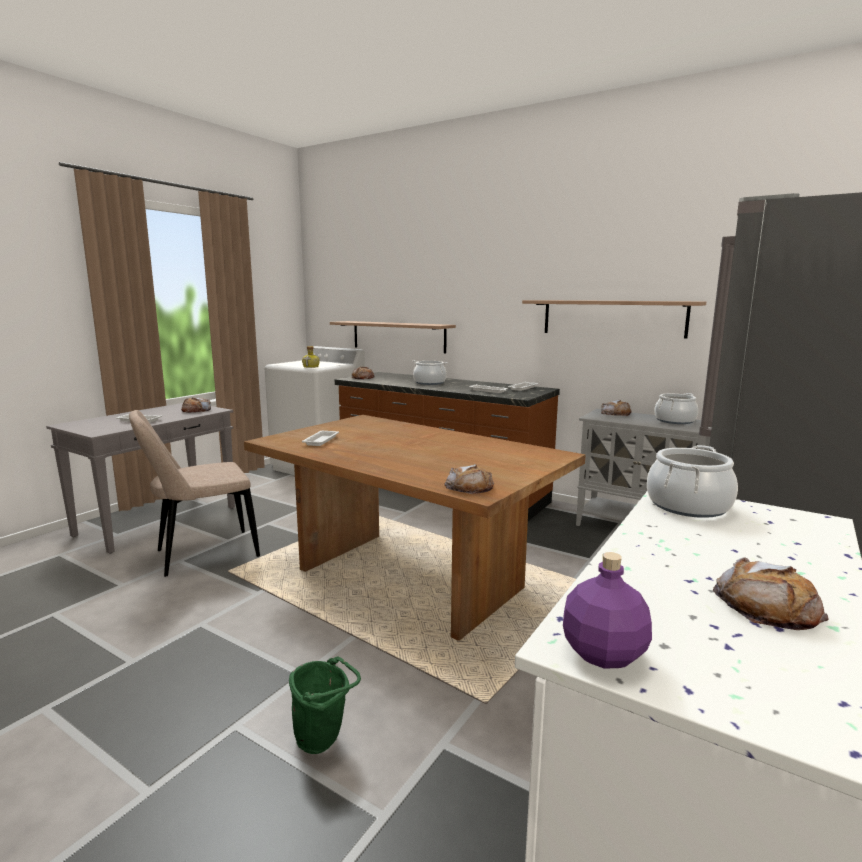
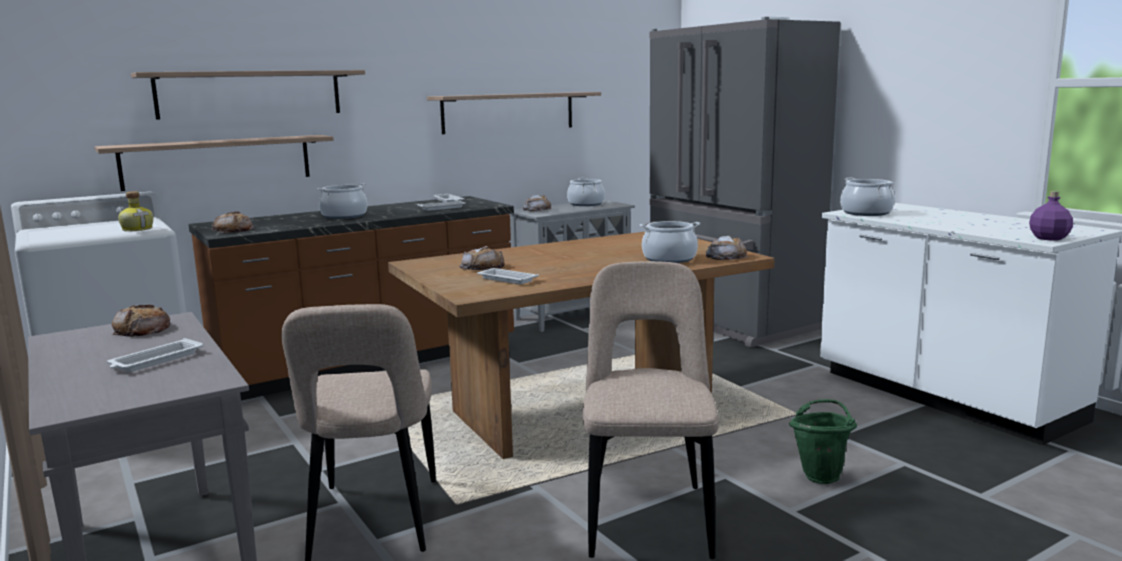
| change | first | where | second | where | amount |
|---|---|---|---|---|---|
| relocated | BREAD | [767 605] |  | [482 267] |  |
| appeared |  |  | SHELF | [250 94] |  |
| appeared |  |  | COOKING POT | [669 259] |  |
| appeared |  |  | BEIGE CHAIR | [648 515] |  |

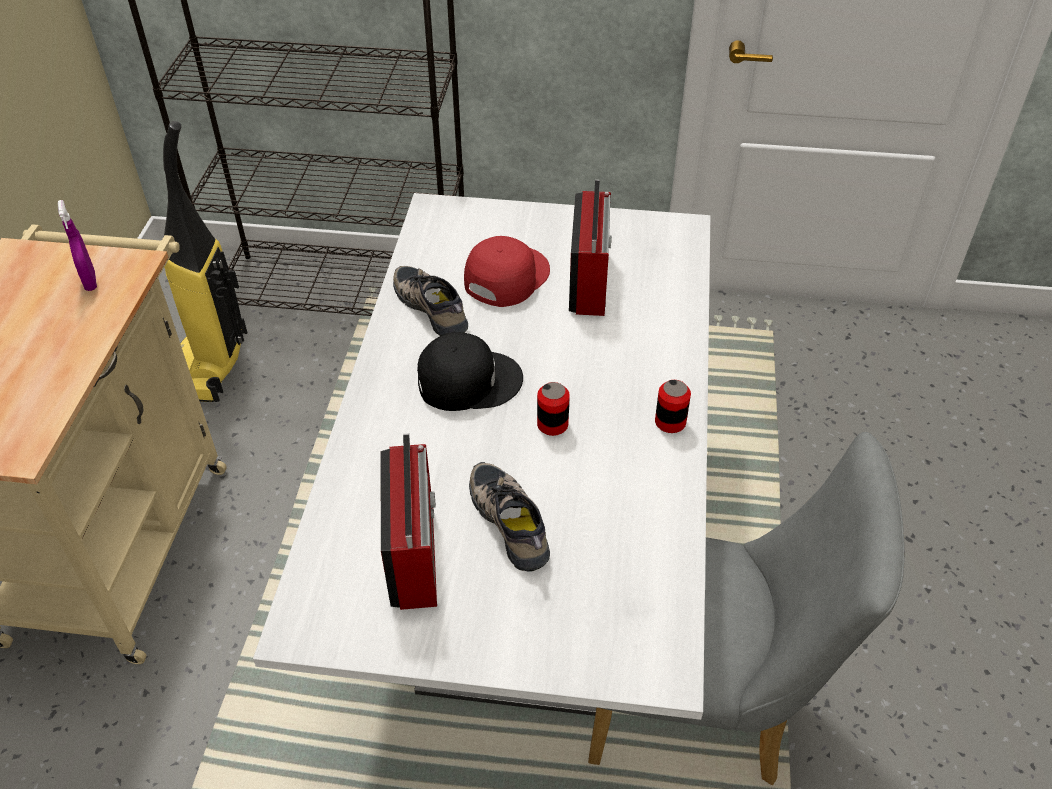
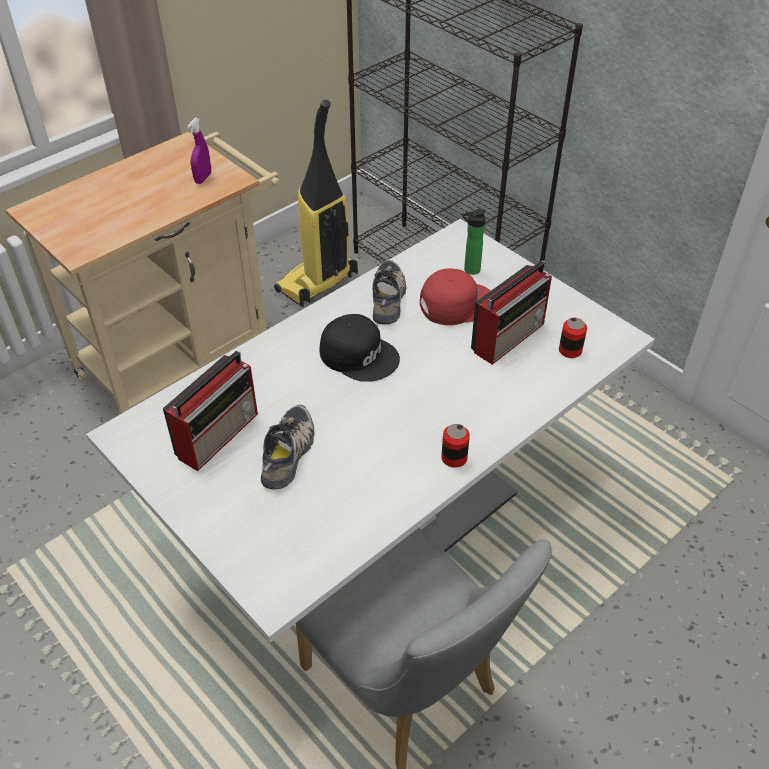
| change | first | where | second | where | amount |
|---|---|---|---|---|---|
| relocated | CAN | [552 424] |  | [570 350] |  |
| appeared |  |  | BOTTLE | [469 270] |  |

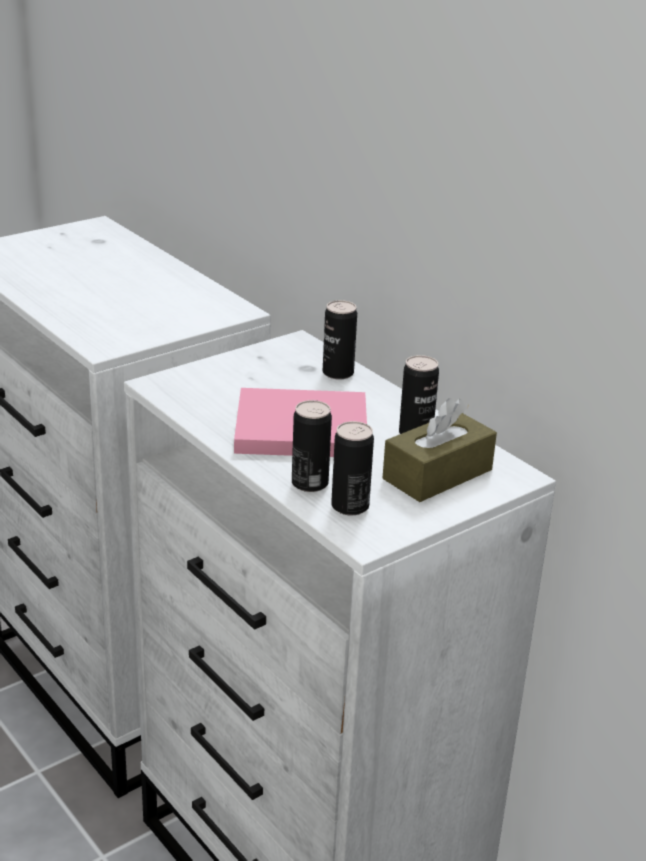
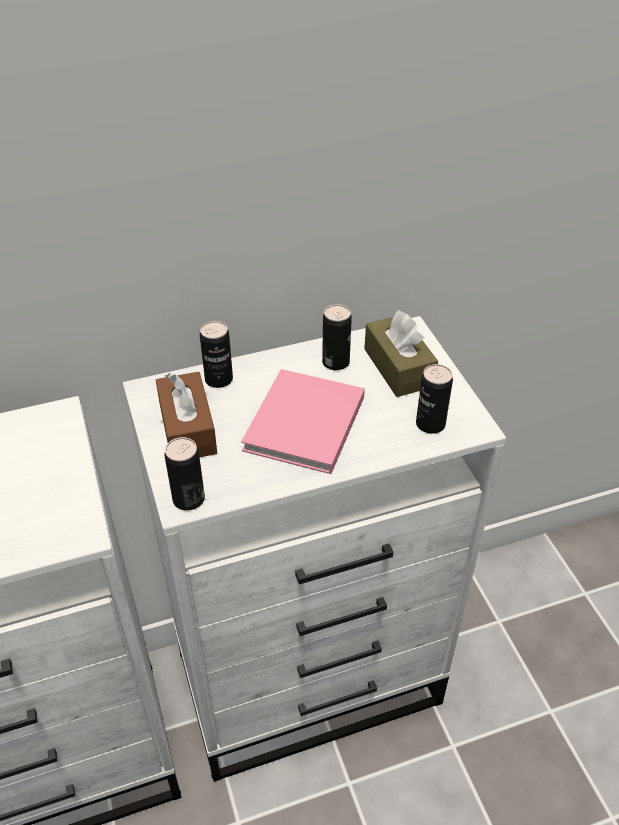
| change | first | where | second | where | amount |
|---|---|---|---|---|---|
| relocated | CAN | [310 483] |  | [188 499] |  |
| appeared |  |  | BROWN TISSUE BOX | [187 429] |  |

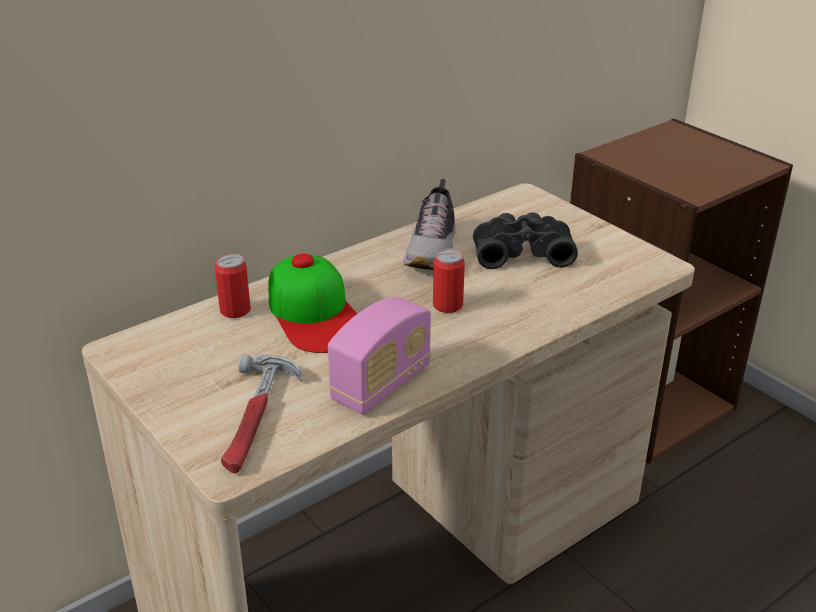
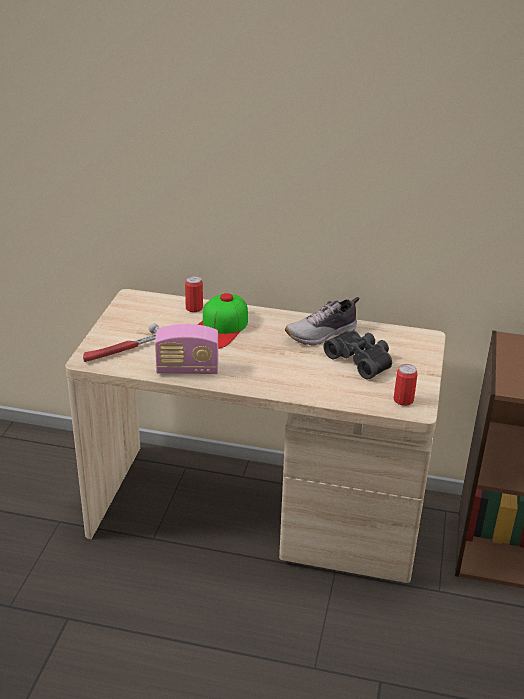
| change | first | where | second | where | amount |
|---|---|---|---|---|---|
| relocated | CAN | [447 305] |  | [403 400] |  |

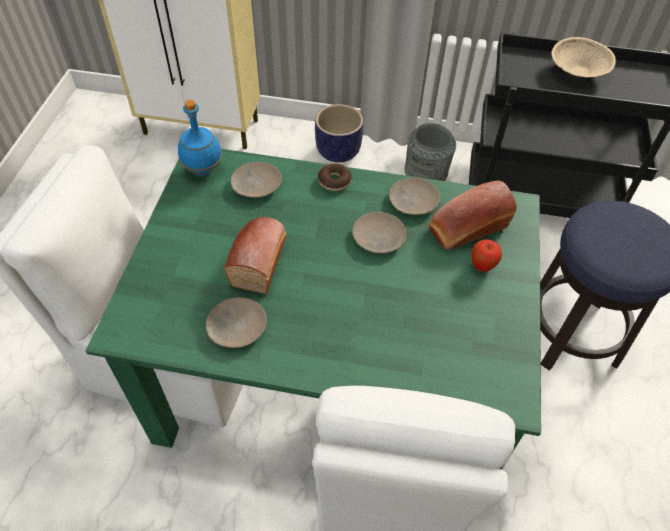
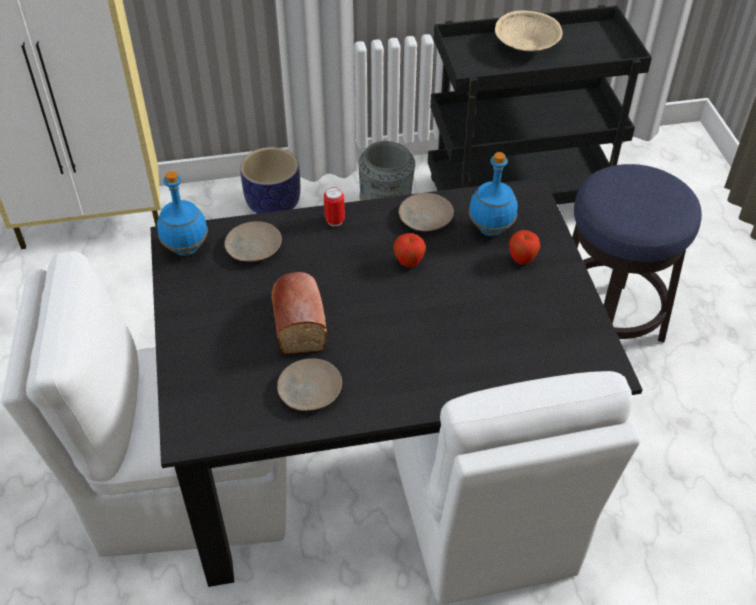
| change | first | where | second | where | amount |
|---|---|---|---|---|---|
| colour | GREEN DINING TABLE | [334 373] | BLACK DINING TABLE | [379 443] |  |
| exchanged | DONUT | [334 181] | CAN | [335 221] |  |
| exchanged | BREAD | [466 228] | BLUE BOTTLE | [490 229] |  |
| exchanged | BEIGE PLATE | [379 238] | APPLE | [409 263] |  |

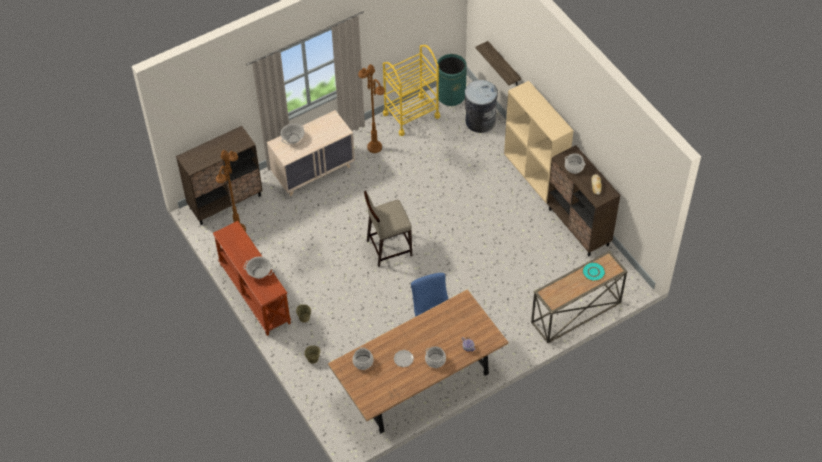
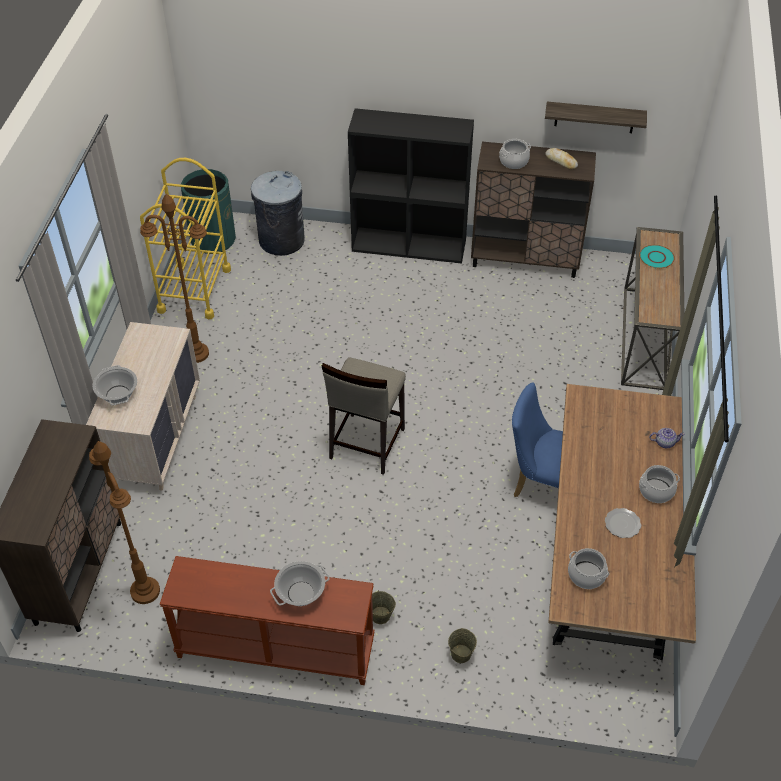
| change | first | where | second | where | amount |
|---|---|---|---|---|---|
| relocated | SHELF | [504 65] |  | [594 117] |  |
| colour | BEIGE BOOKCASE | [535 173] | BLACK BOOKCASE | [410 245] |  |

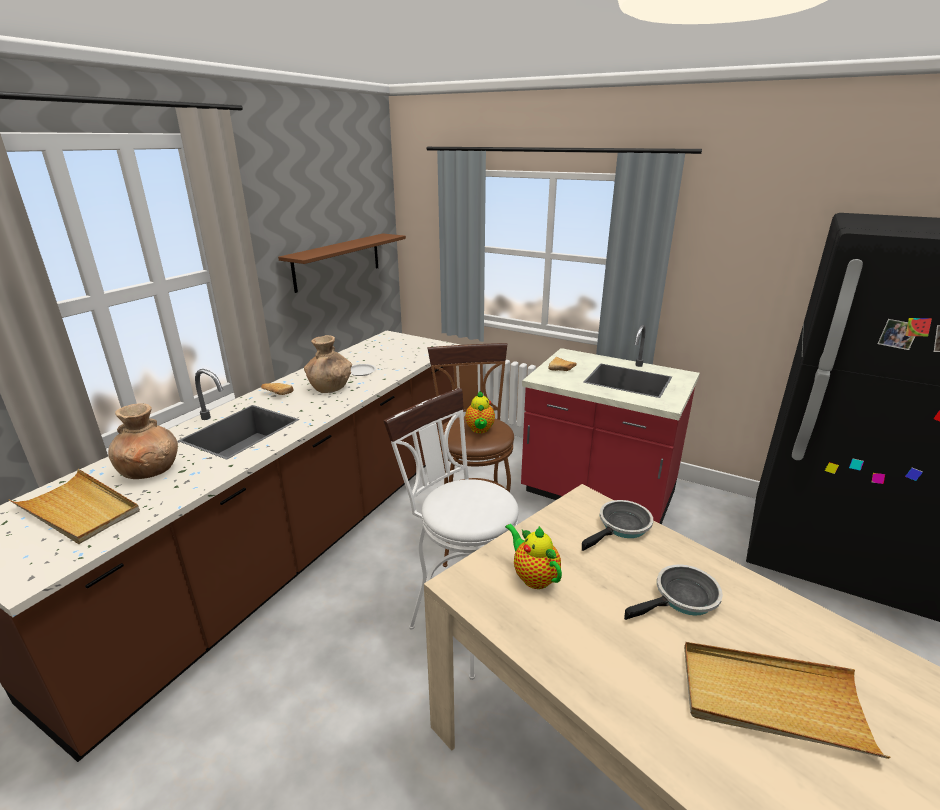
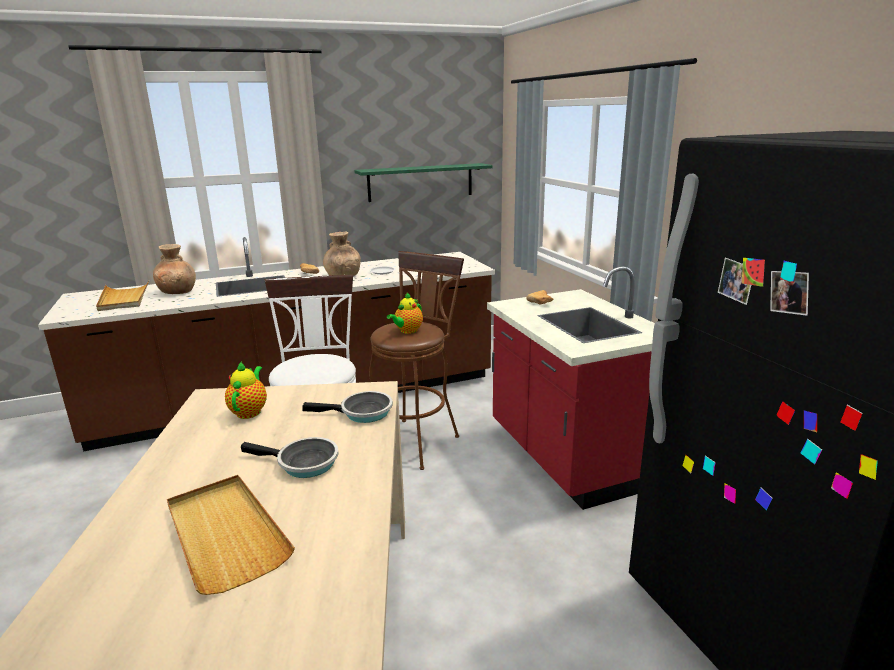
| change | first | where | second | where | amount |
|---|---|---|---|---|---|
| colour | BROWN SHELF | [337 261] | GREEN SHELF | [420 182] |  |

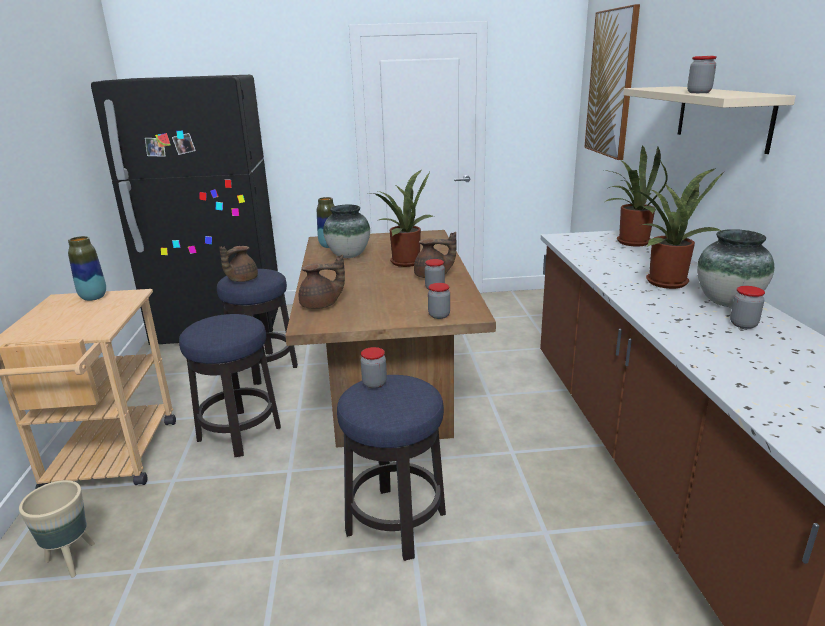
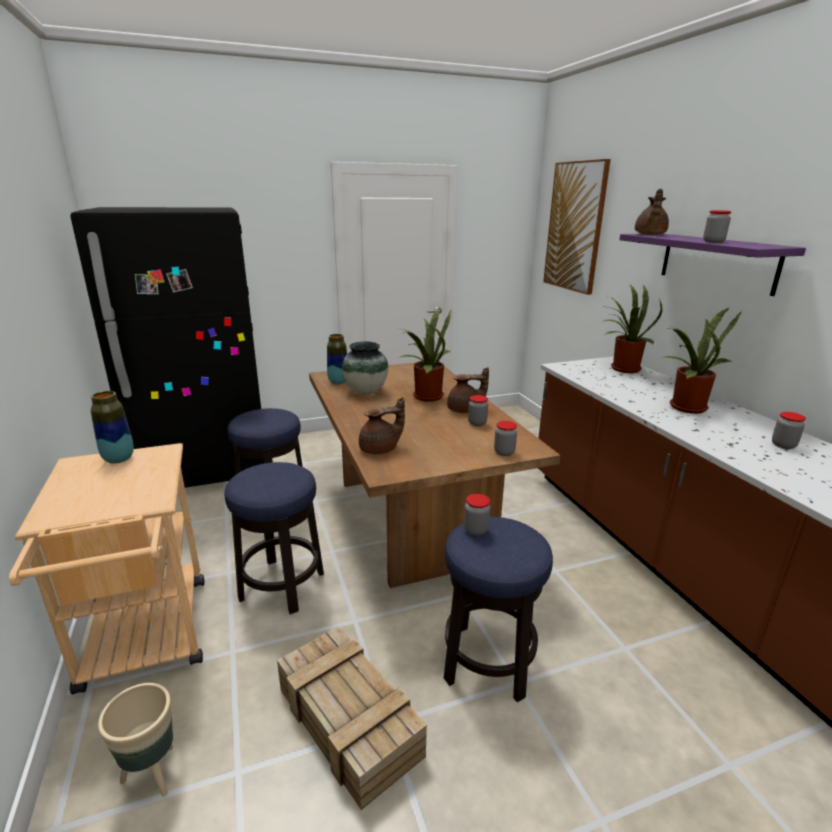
| change | first | where | second | where | amount |
|---|---|---|---|---|---|
| colour | BEIGE SHELF | [722 117] | PURPLE SHELF | [717 262] |  |
| missing | VASE | [727 303] |  |  |  |
| relocated | BROWN TEAPOT | [241 280] |  | [649 234] |  |
| appeared |  |  | CRATE | [346 720] |  |

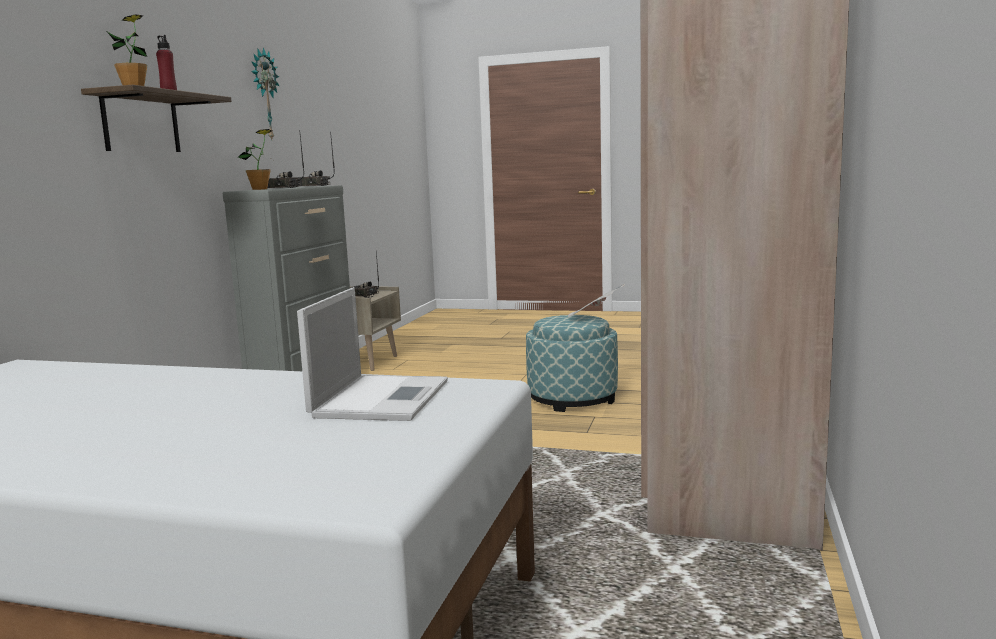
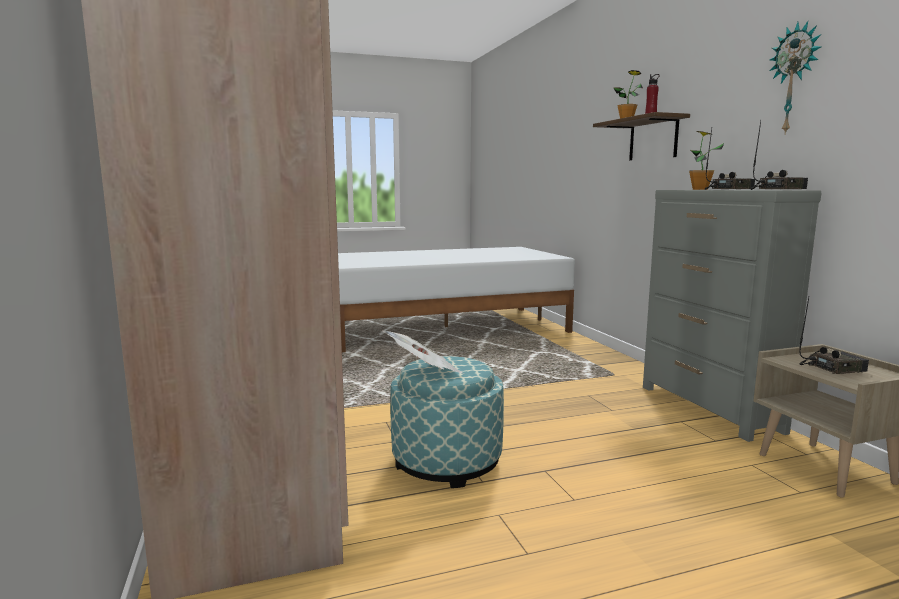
| change | first | where | second | where | amount |
|---|---|---|---|---|---|
| missing | LAPTOP | [381 398] |  |  |  |

